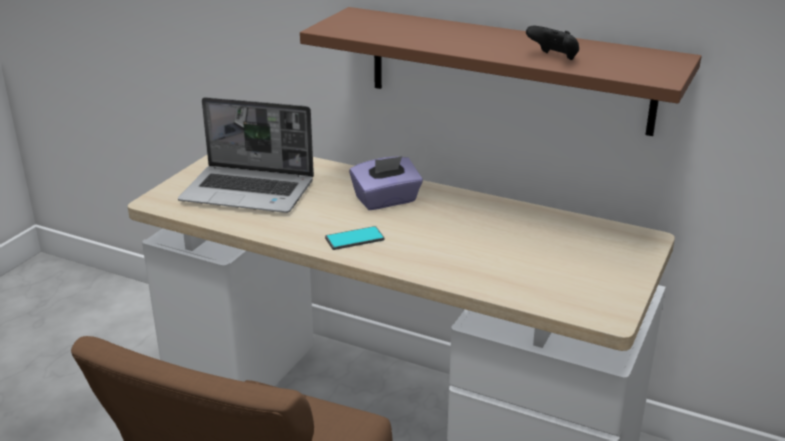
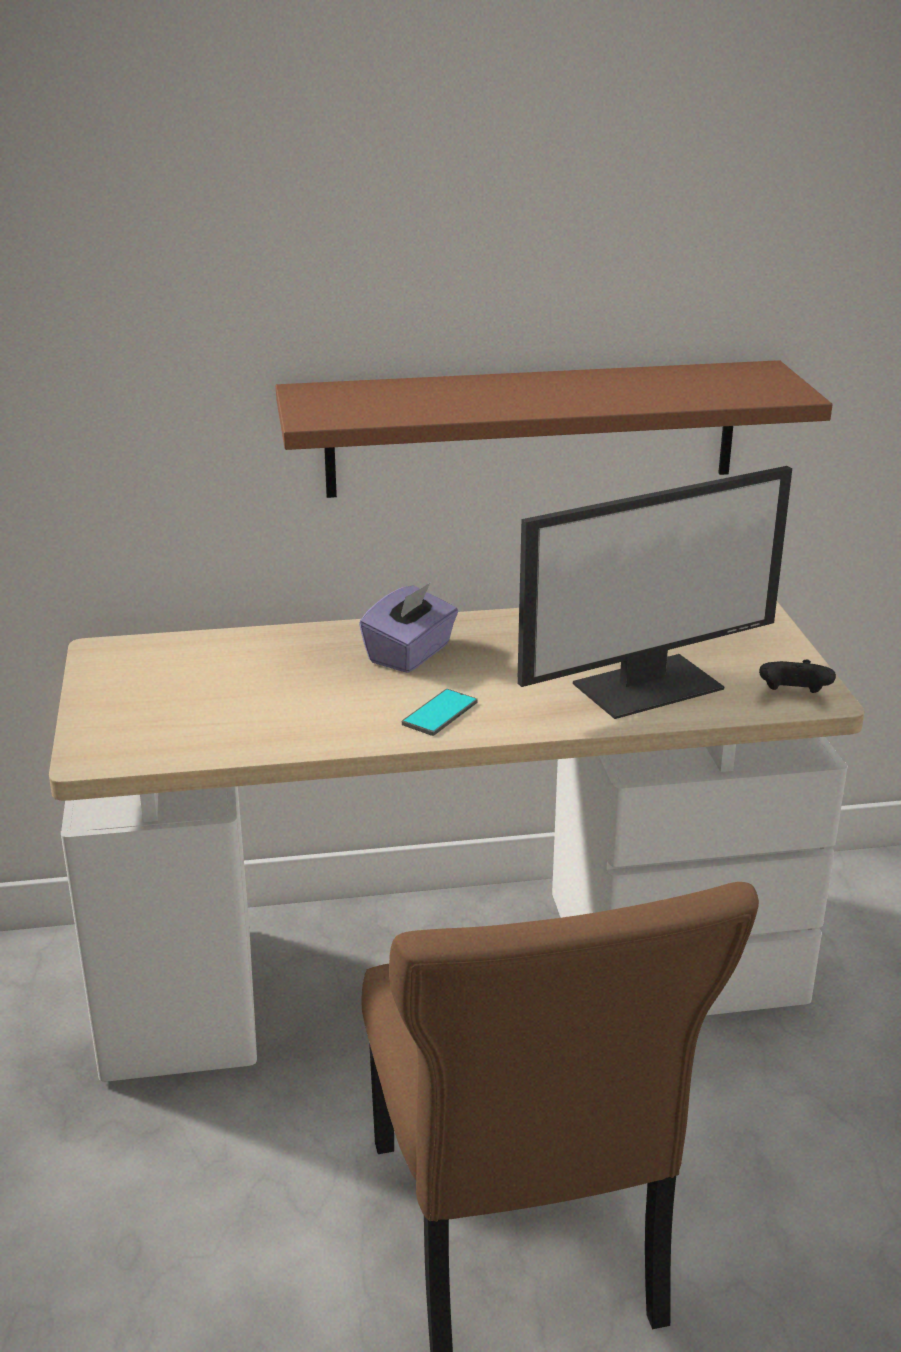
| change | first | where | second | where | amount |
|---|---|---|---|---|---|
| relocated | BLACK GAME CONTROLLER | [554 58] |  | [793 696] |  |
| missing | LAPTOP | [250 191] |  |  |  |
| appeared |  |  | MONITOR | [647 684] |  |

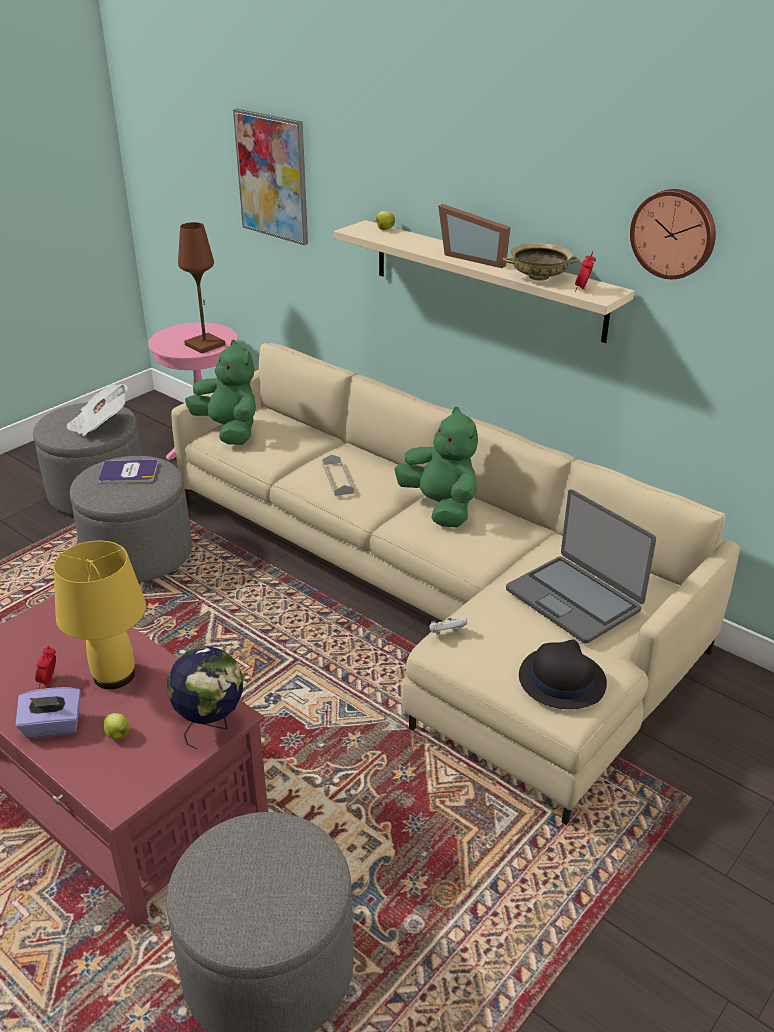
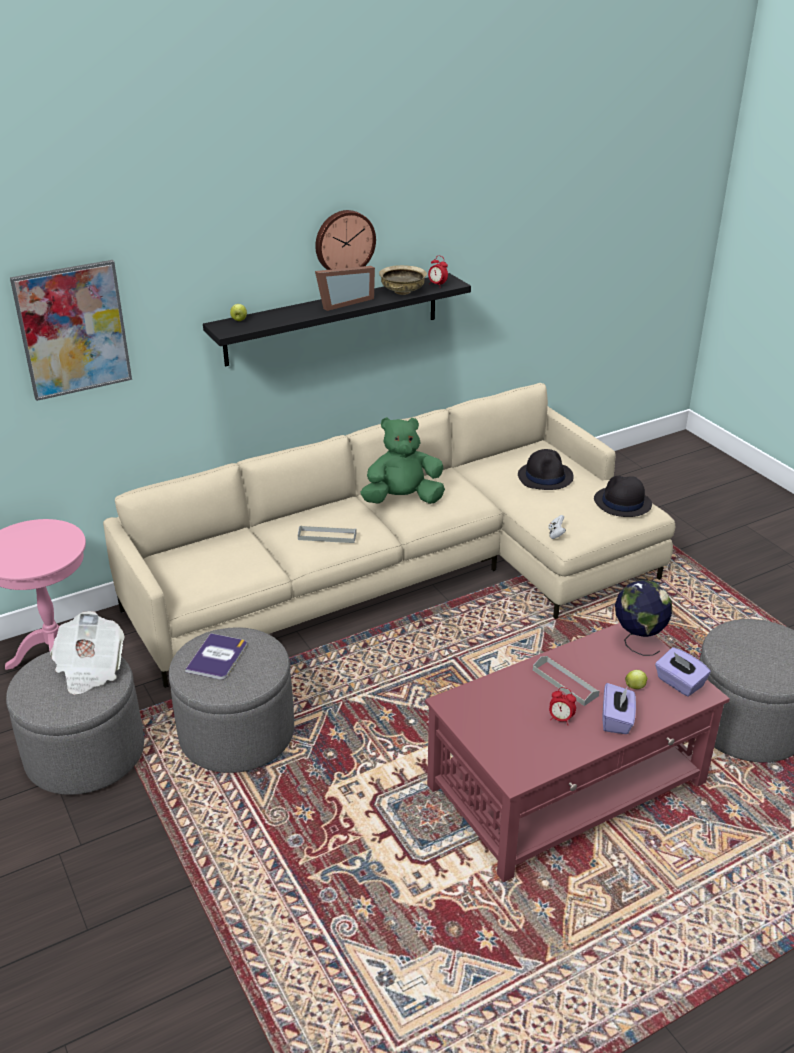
| change | first | where | second | where | amount |
|---|---|---|---|---|---|
| relocated | WALL CLOCK | [674 233] |  | [344 242] |  |
| colour | BEIGE SHELF | [486 279] | BLACK SHELF | [333 319] |  |
| missing | BROWN TABLE LAMP | [205 345] |  |  |  |
| missing | GREEN PLUSH TOY | [229 430] |  |  |  |
| exchanged | LAPTOP | [574 599] | BLACK HAT | [545 476] |  |
| exchanged | YELLOW TABLE LAMP | [114 676] | GREY TRAY | [565 683] |  |
| appeared |  |  | PURPLE TISSUE BOX | [679 683] |  |

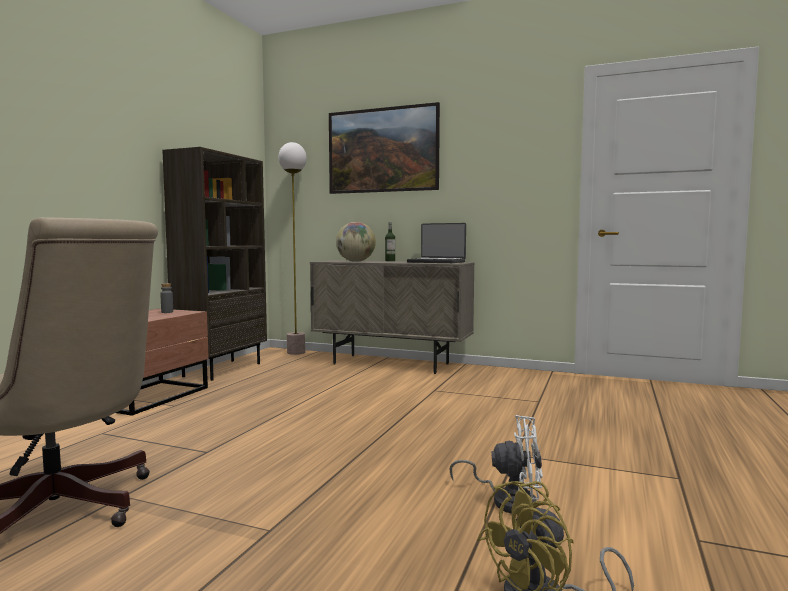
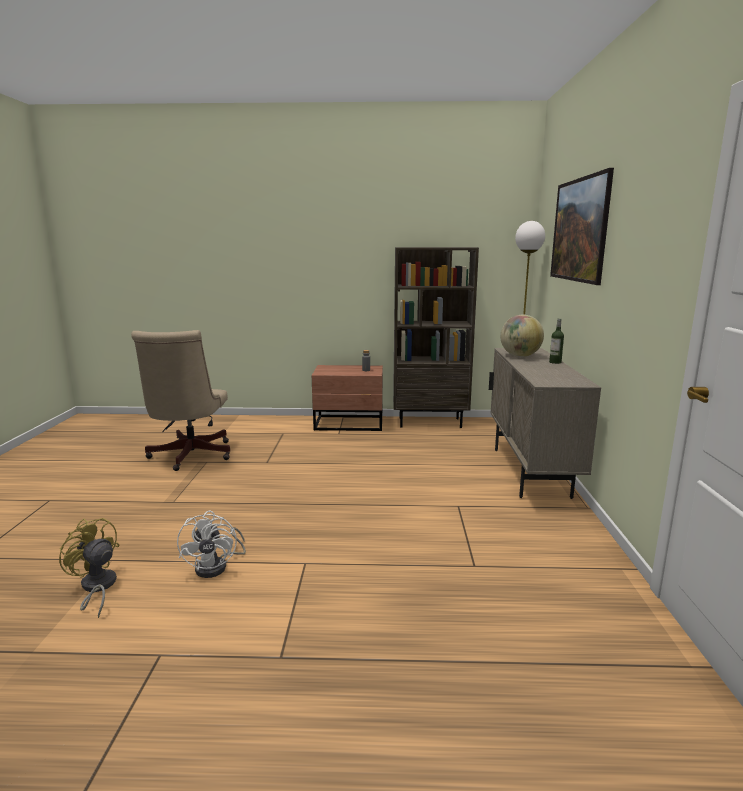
| change | first | where | second | where | amount |
|---|---|---|---|---|---|
| missing | LAPTOP | [437 262] |  |  |  |

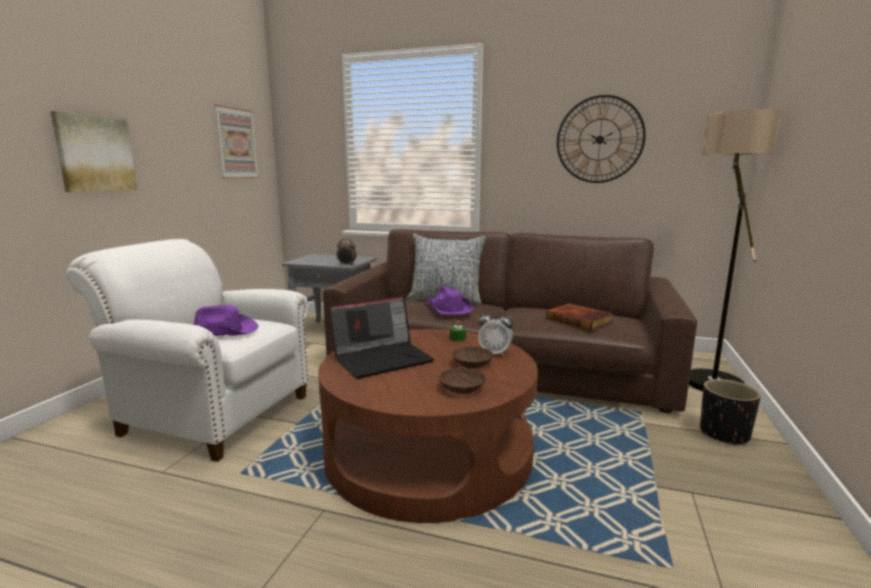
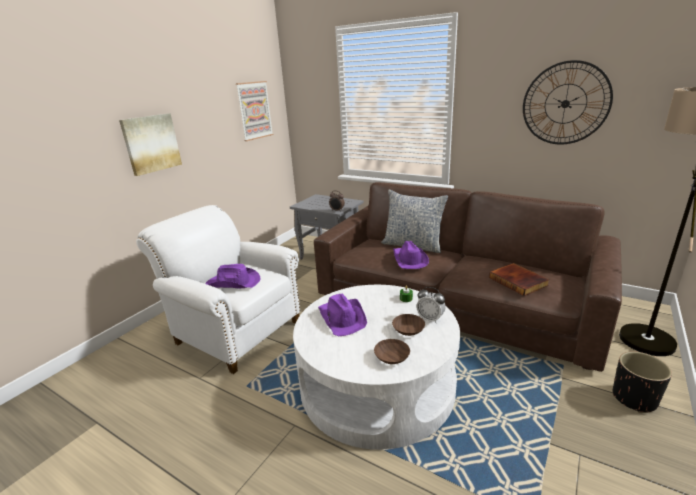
| change | first | where | second | where | amount |
|---|---|---|---|---|---|
| exchanged | LAPTOP | [383 358] | PURPLE HAT | [342 317] |  |
| colour | BROWN COFFEE TABLE | [428 450] | WHITE COFFEE TABLE | [377 383] |  |

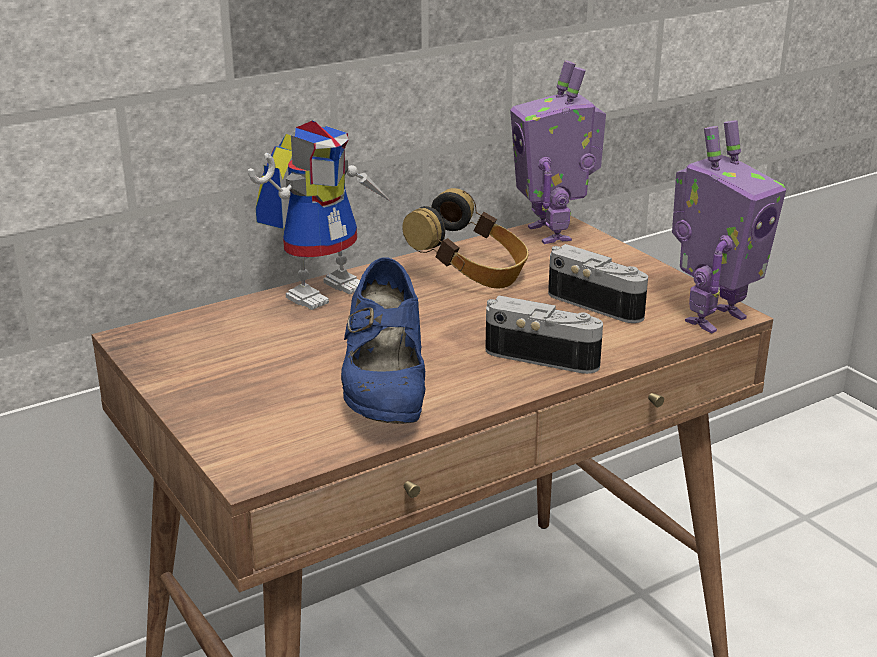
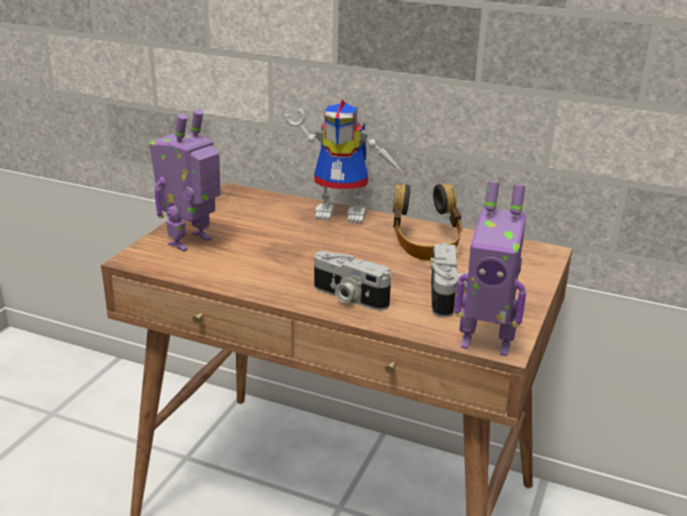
| change | first | where | second | where | amount |
|---|---|---|---|---|---|
| relocated | TOY ROBOT | [552 233] |  | [191 242] |  |
| missing | BLUE SHOE | [385 391] |  |  |  |
| spun | PHOTO CAMERA | [543 355] |  | [348 297] | 135 degrees clockwise |

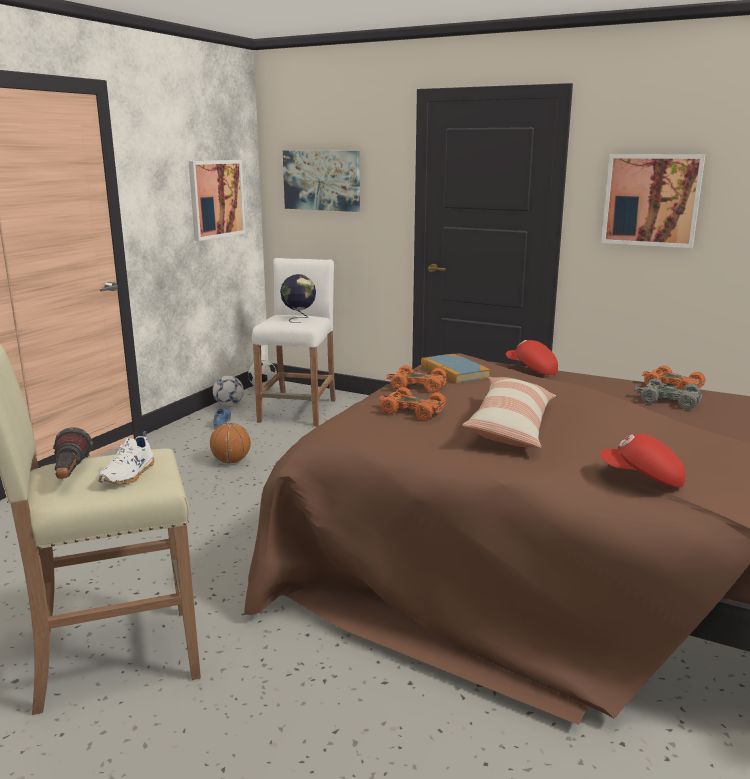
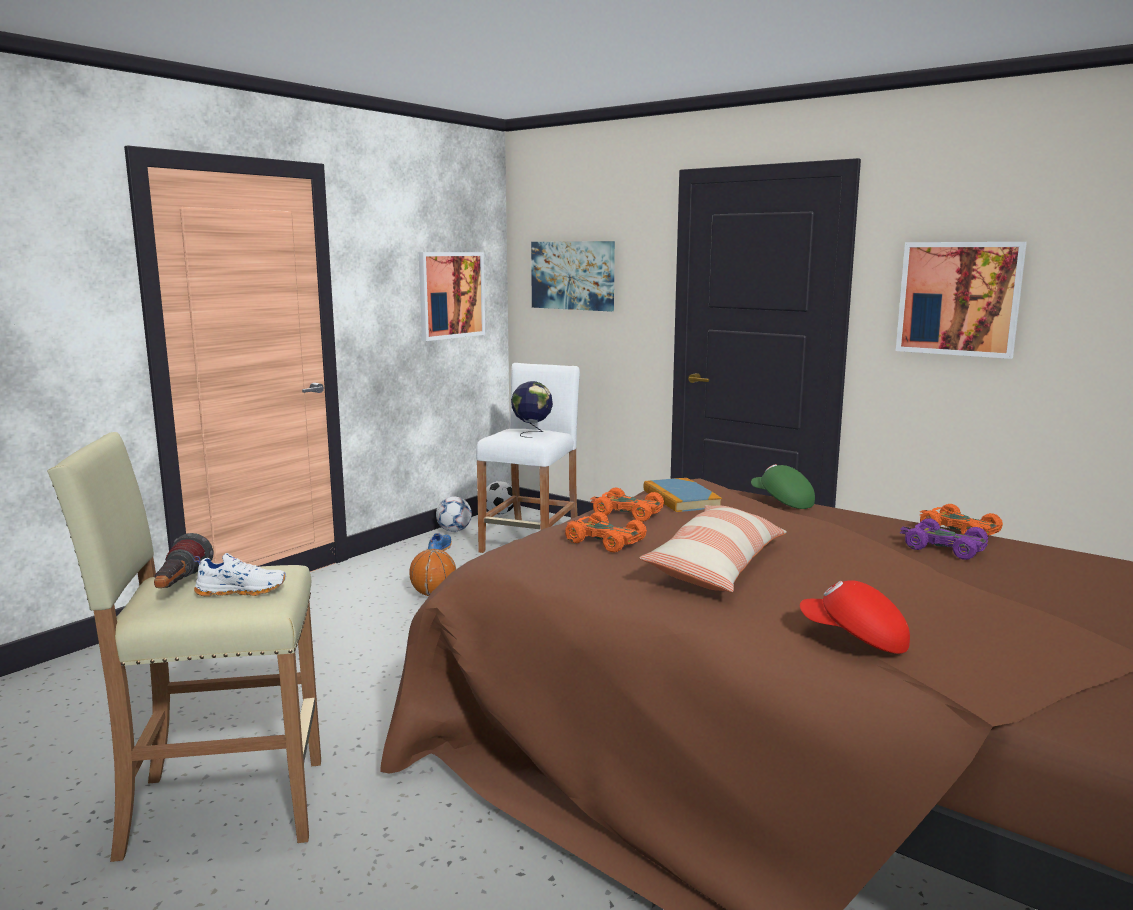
| change | first | where | second | where | amount |
|---|---|---|---|---|---|
| colour | RED CAP | [531 369] | GREEN CAP | [781 502] |  |
| colour | GREY TOY CAR | [668 401] | PURPLE TOY CAR | [943 548] |  |
| spun | WHITE SHOE | [129 475] |  | [242 591] | 120 degrees counterclockwise |

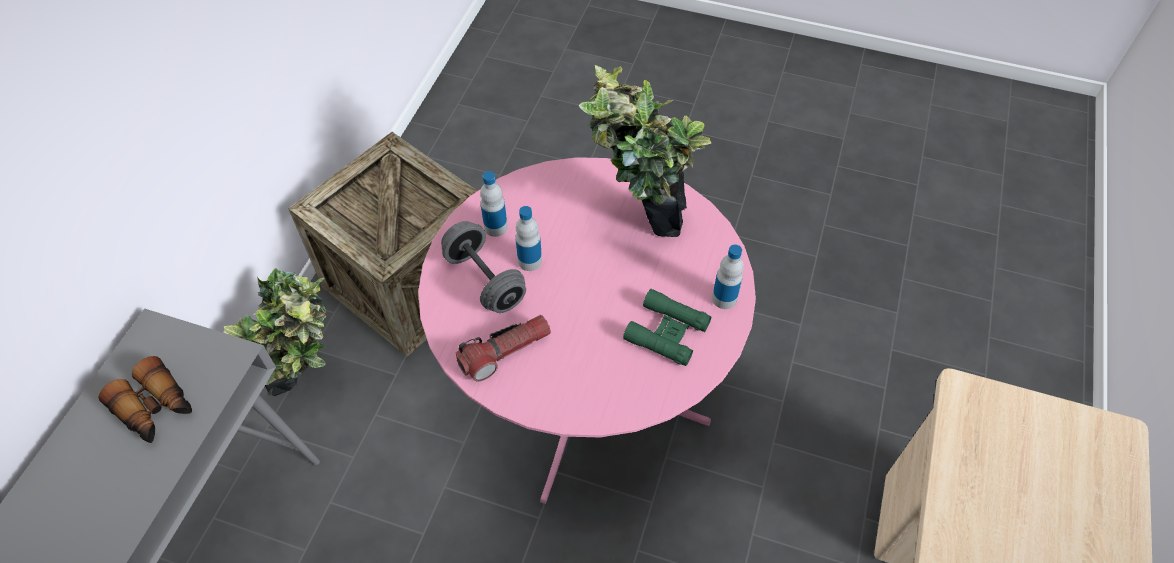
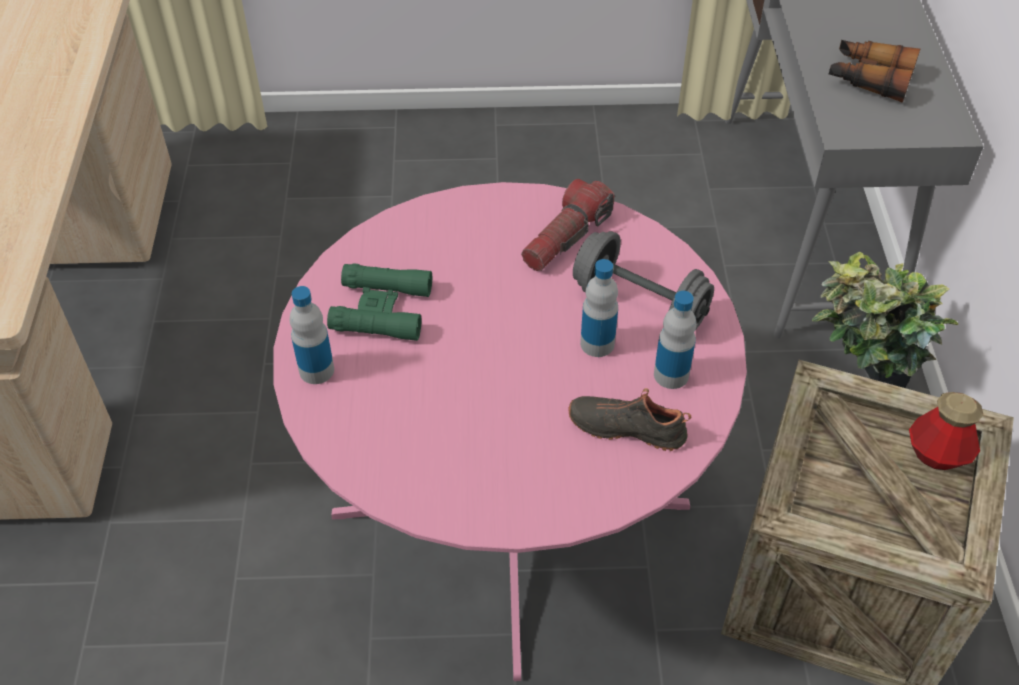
| change | first | where | second | where | amount |
|---|---|---|---|---|---|
| missing | POTTED PLANT | [637 226] |  |  |  |
| appeared |  |  | BLACK SHOE | [627 426] |  |
| appeared |  |  | BOTTLE | [937 455] |  |

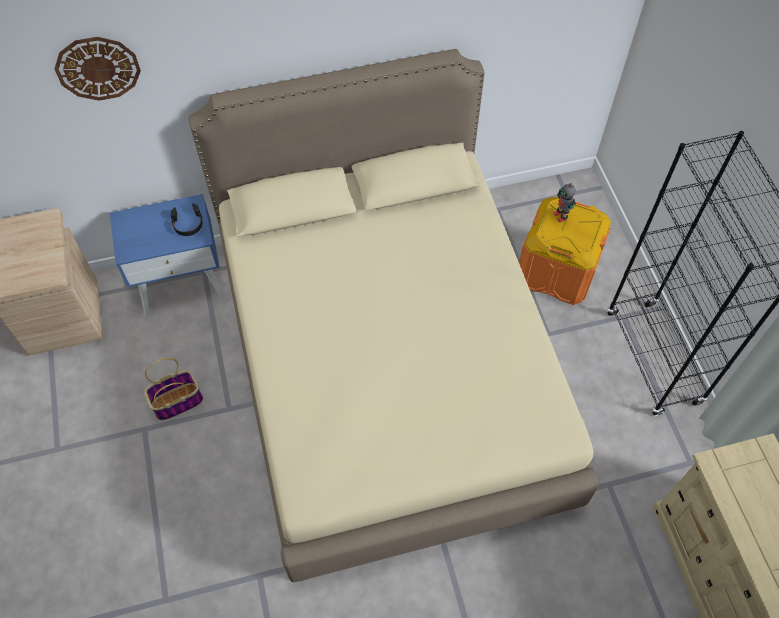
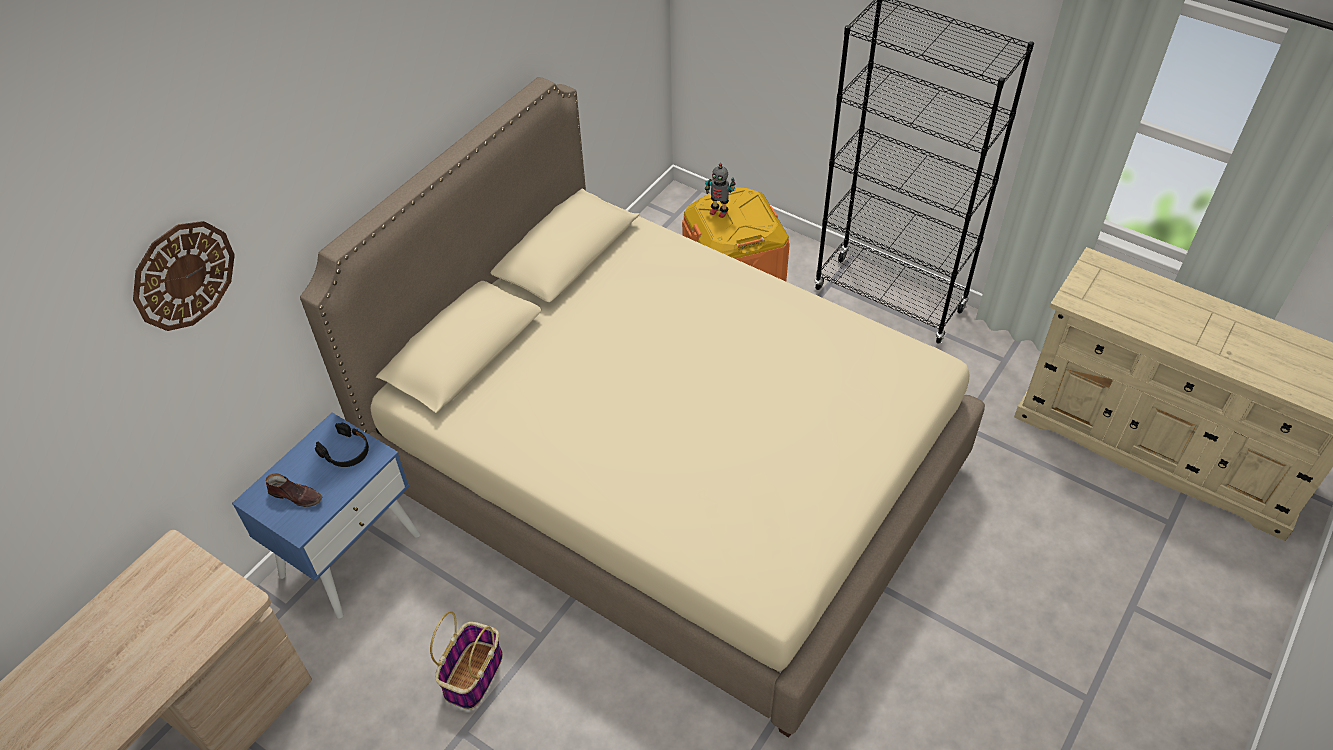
| change | first | where | second | where | amount |
|---|---|---|---|---|---|
| appeared |  |  | BROWN SHOE | [296 496] |  |

